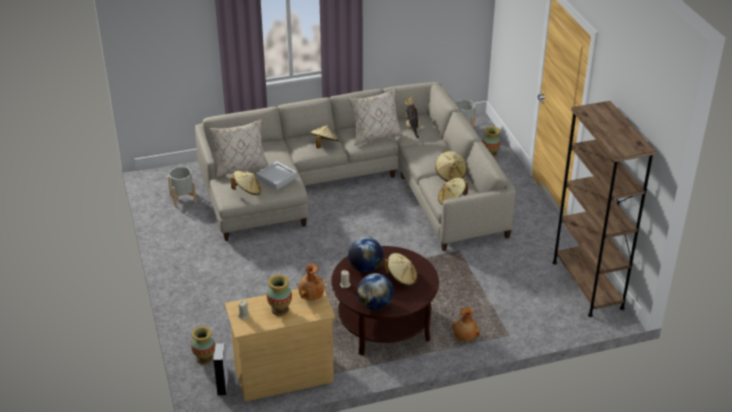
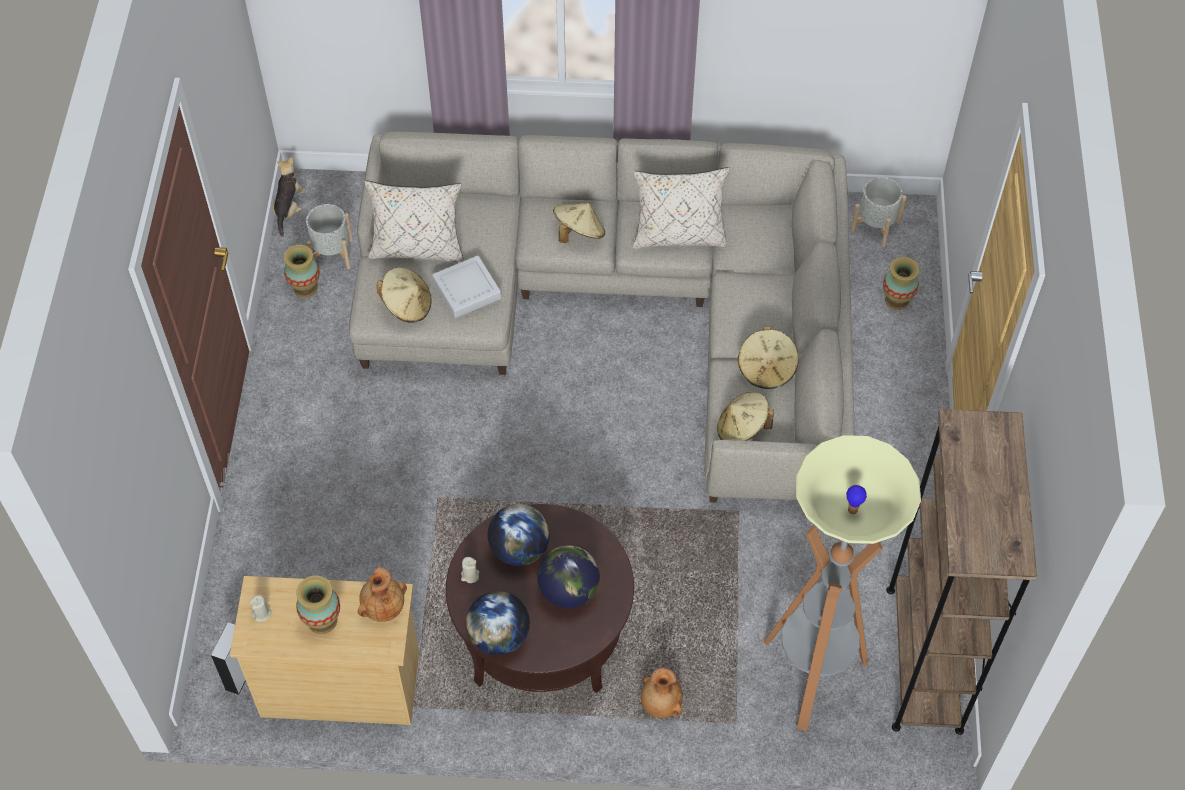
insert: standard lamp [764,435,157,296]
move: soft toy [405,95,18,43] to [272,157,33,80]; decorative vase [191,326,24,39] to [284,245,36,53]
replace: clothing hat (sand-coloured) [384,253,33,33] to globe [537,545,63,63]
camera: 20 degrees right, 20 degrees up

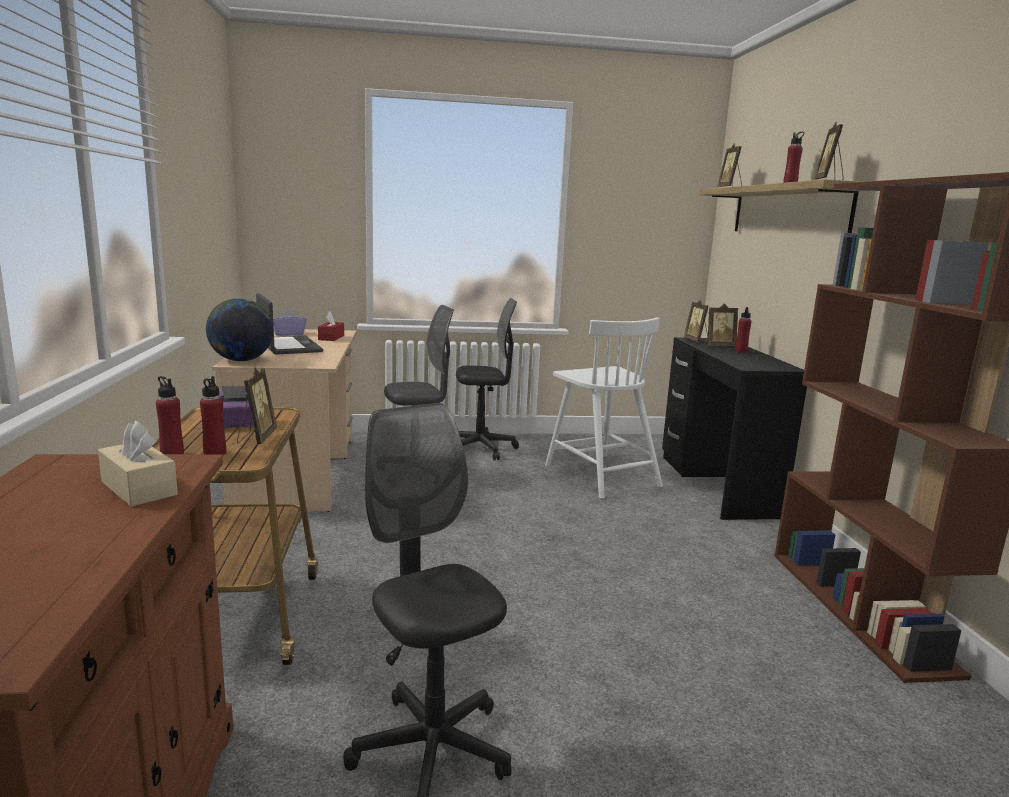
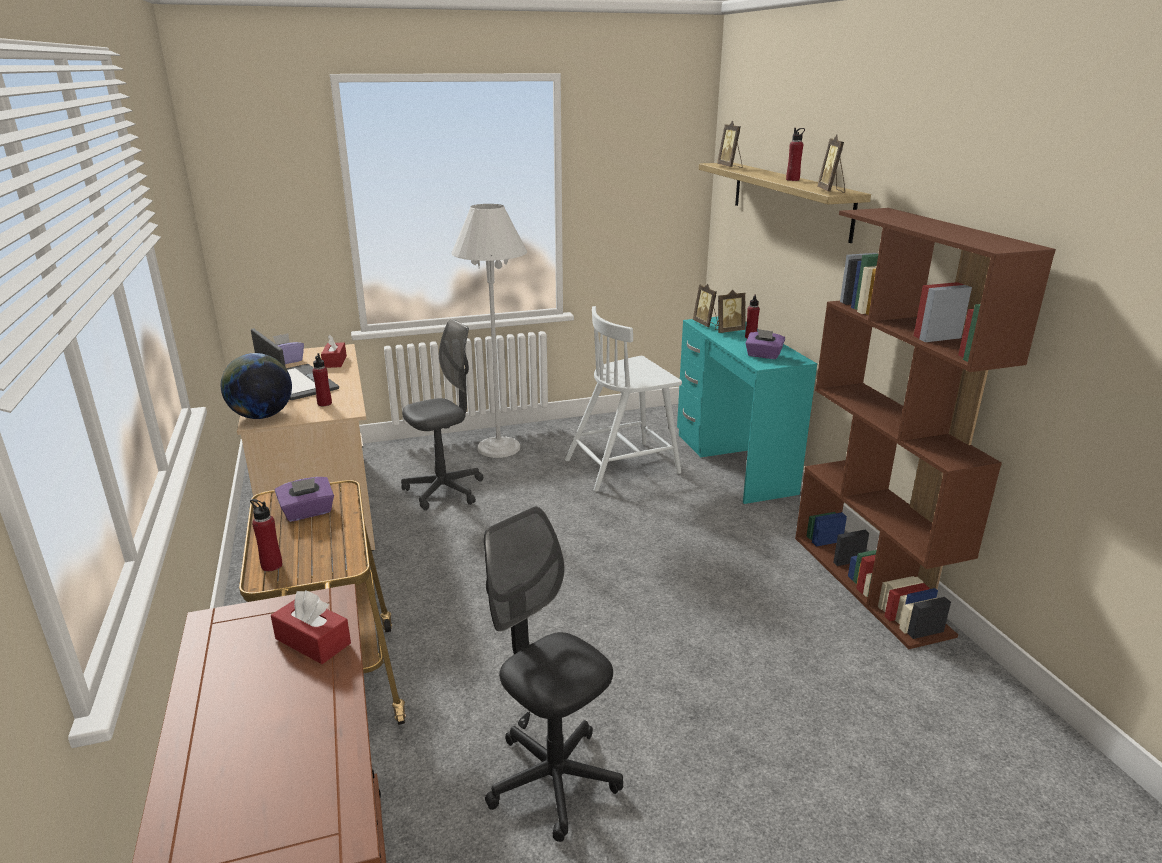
delete: photo frame [237,367,40,77]
insert: tissue holder (purple-coloured) [745,329,40,30]
move: beverage bottle (red-coloured) [200,376,26,79] to [312,353,20,53]
replace: desk chair (black) [456,298,63,163] to standard lamp (white-coloured) [451,204,76,254]
recolor: desk unit (black) [662,337,145,183] to desk unit (blue-green) [677,317,140,187]; tissue holder (sand-coloured) [98,421,80,86] to tissue holder (red-coloured) [271,590,80,74]
rotate: upright chair (white-coloured) [545,317,118,182] = [565,306,117,186] 105 degrees clockwise
camera: 10 degrees left, 10 degrees up

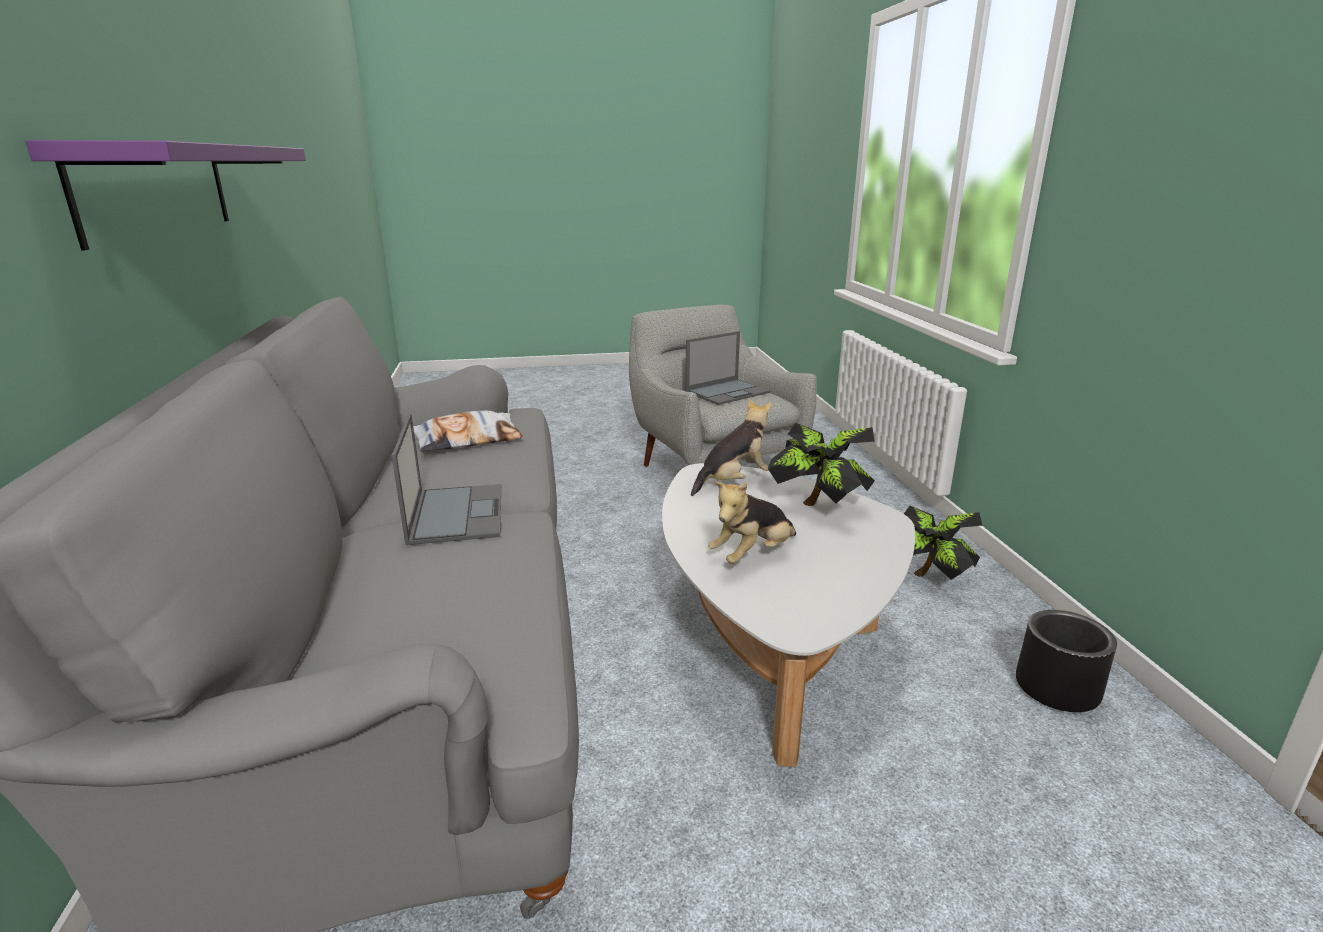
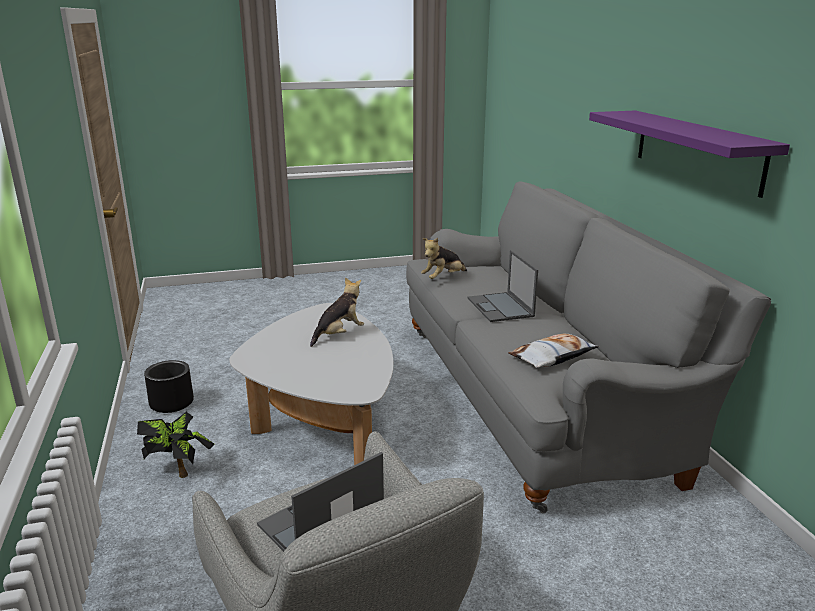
delete: plant in a pot [768,423,107,83]
move: soft toy [691,398,81,98] to [421,238,46,41]
camera: 175 degrees right, 0 degrees up

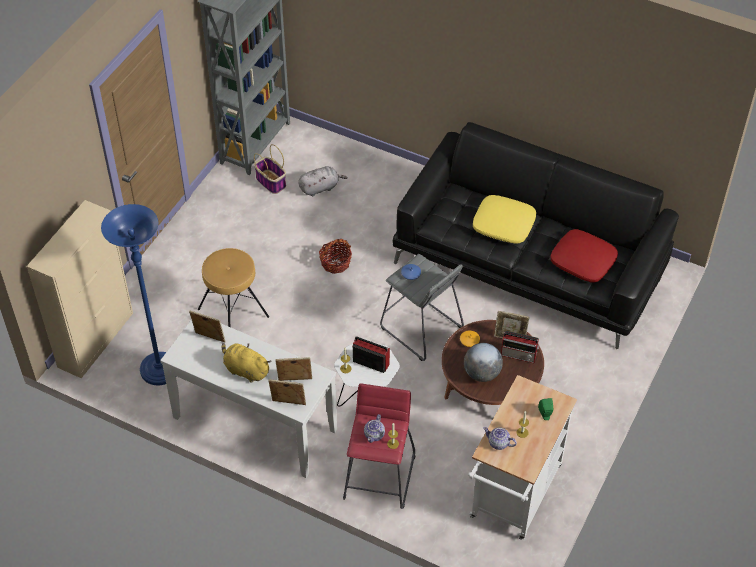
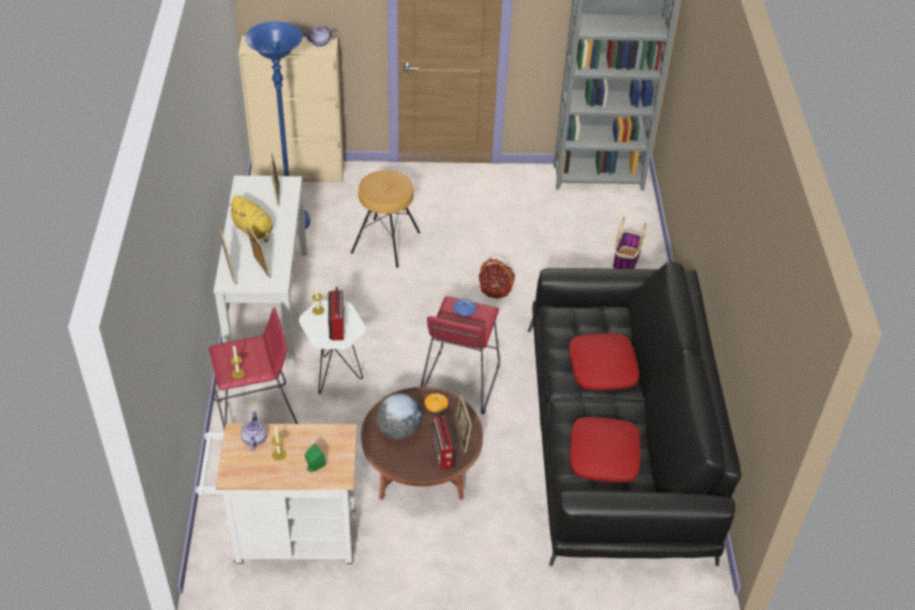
delete: soft toy (gray) [298,166,50,30]
move: household basket [254,144,32,50] to [613,217,33,52]; pot for tea [364,414,21,29] to [303,26,33,21]
recolor: cushion (yellow) [473,195,63,49] to cushion (red-coloured) [569,333,70,57]; stool (gray) [380,254,84,107] to stool (red-coloured) [420,296,80,118]
rotate: soft toy (yellow) [222,343,49,40] = [227,195,46,47] 135 degrees clockwise
camera: 60 degrees right, 5 degrees down

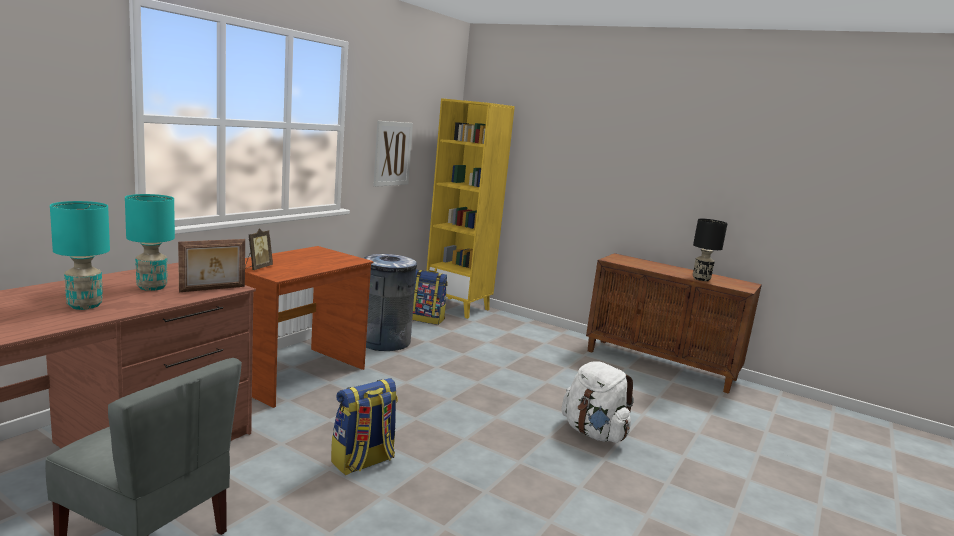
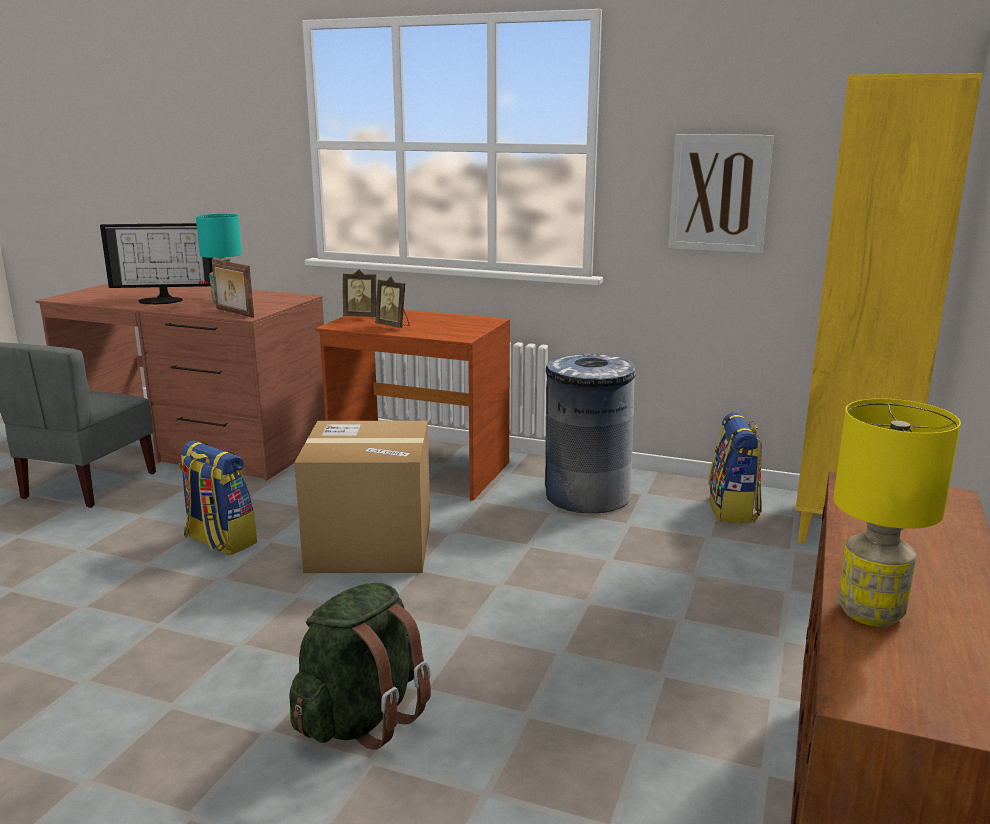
insert: photo frame [375,276,34,52]; carton [294,421,136,152]
replace: table lamp (blue-green) [50,201,60,109] to computer display [100,223,113,82]
recolor: table lamp (black) [693,219,35,62] to table lamp (yellow) [833,398,128,229]; rucksack (white-coloured) [561,361,73,82] to rucksack (greenish) [289,583,142,167]
camera: 80 degrees right, 5 degrees up

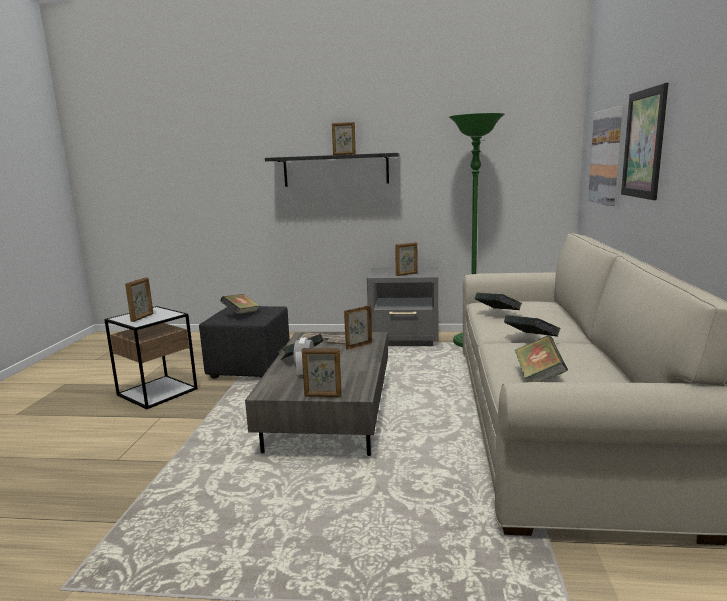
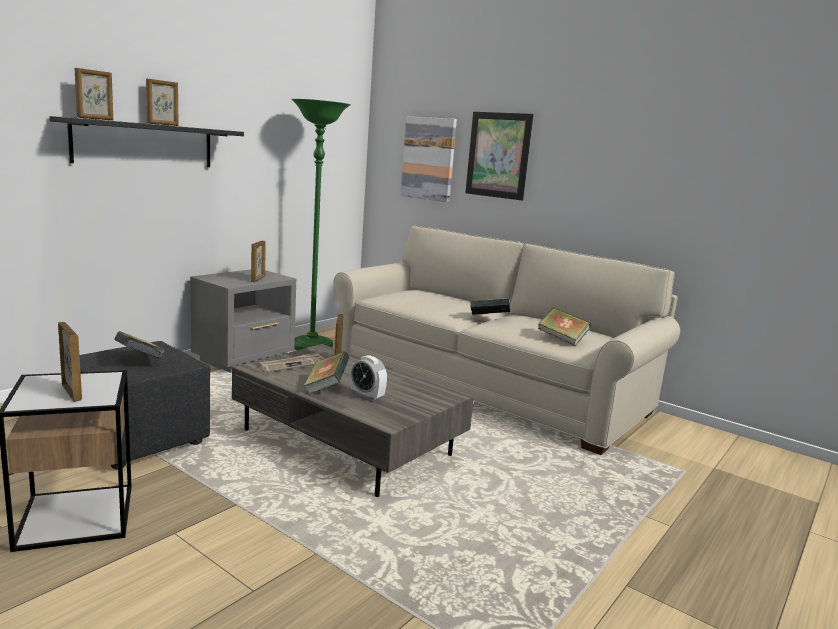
delete: bound book [475,292,47,18]
move: photo frame [302,348,40,49] to [75,68,38,52]
camera: 60 degrees left, 0 degrees up

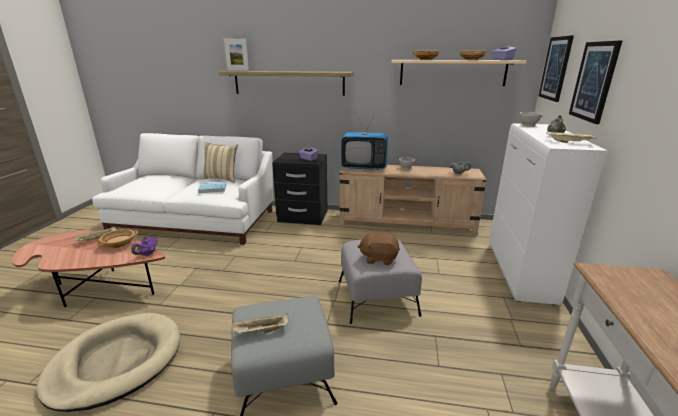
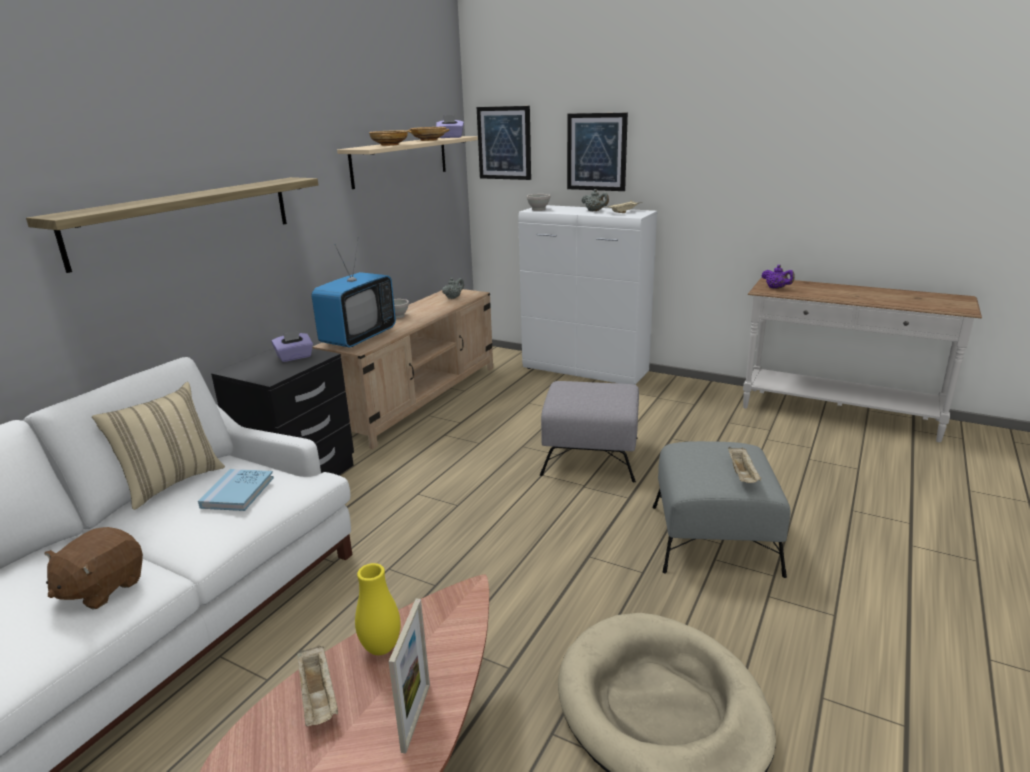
move: photo frame [223,38,26,33] to [389,598,41,155]; soft toy (brown-coloured) [357,230,43,35] to [45,527,98,82]; pot for tea (purple-coloured) [131,237,28,19] to [761,265,34,24]
replace: deep dish (sand-coloured) [96,229,42,19] to decorative vase (yellow) [355,563,46,92]
camera: 70 degrees left, 0 degrees up

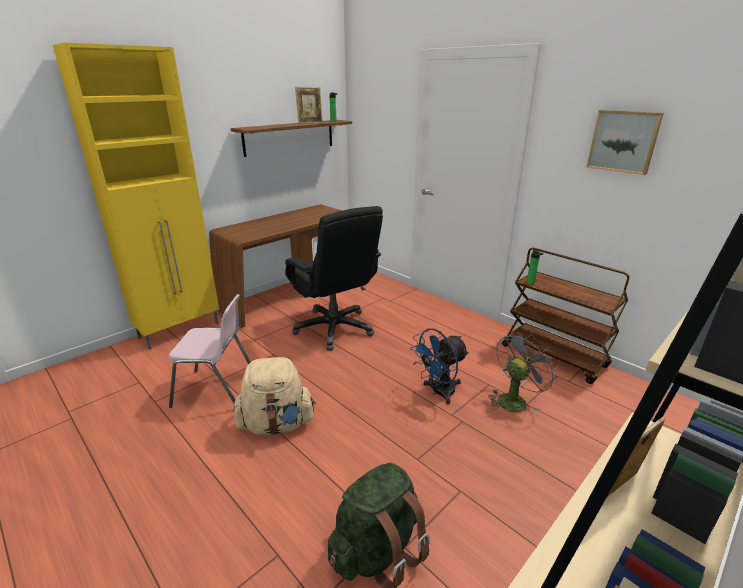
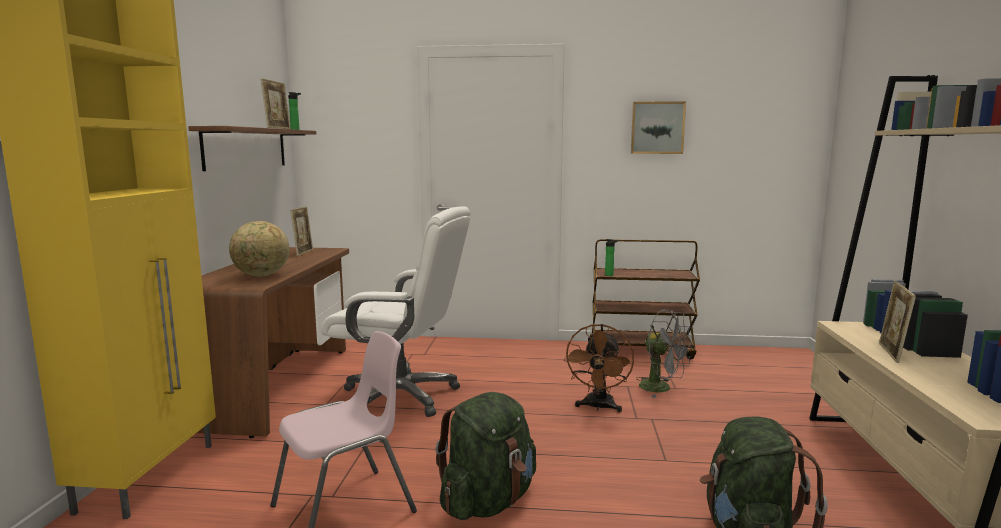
insert: photo frame [290,207,23,49]; globe [229,221,61,56]
recolor: desk chair (black) [285,206,98,145] to desk chair (white-coloured) [321,206,150,211]; cooling fan (bluish) [410,328,59,76] to cooling fan (brown-coloured) [564,324,70,88]; rucksack (sand-coloured) [233,357,83,78] to rucksack (greenish) [435,392,101,128]
rotate: cooling fan (gray) [488,331,71,81] = [636,309,57,89] 120 degrees clockwise
camera: 40 degrees left, 15 degrees down

